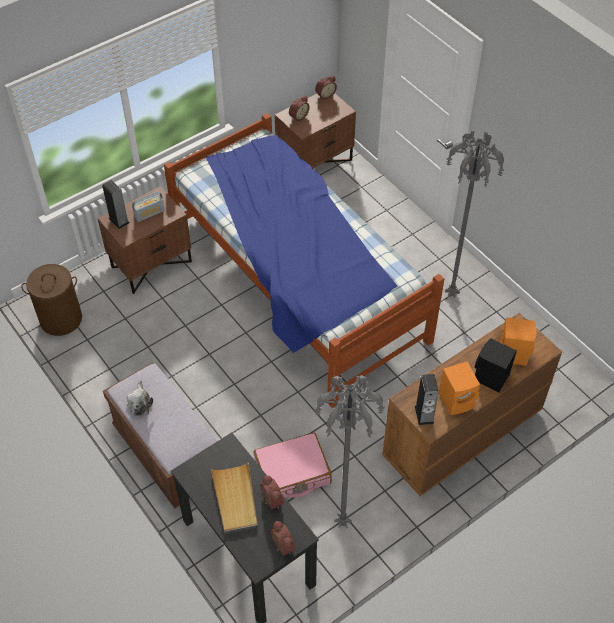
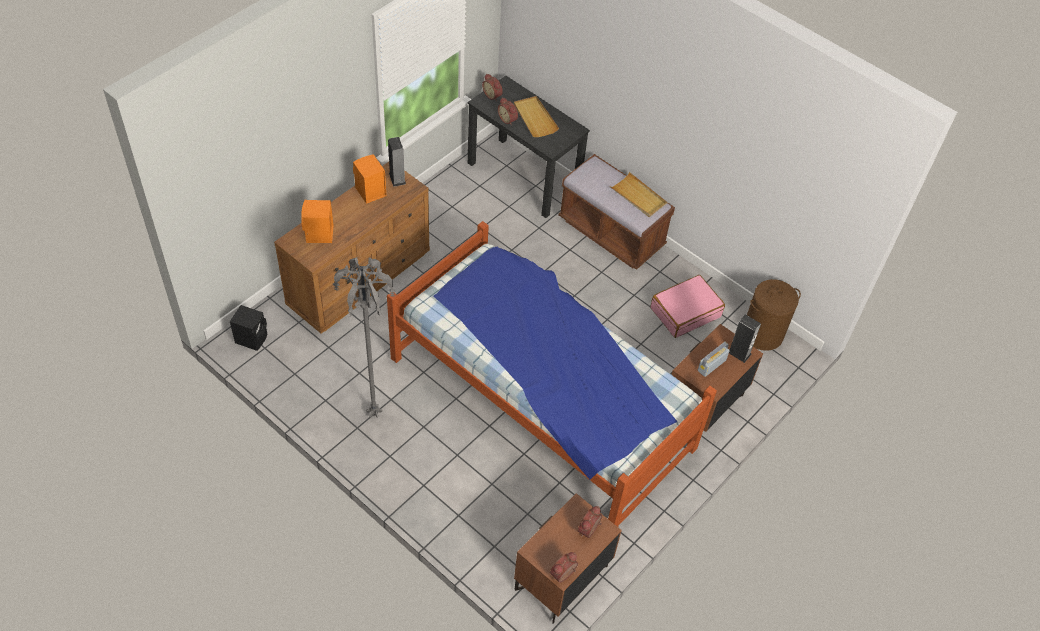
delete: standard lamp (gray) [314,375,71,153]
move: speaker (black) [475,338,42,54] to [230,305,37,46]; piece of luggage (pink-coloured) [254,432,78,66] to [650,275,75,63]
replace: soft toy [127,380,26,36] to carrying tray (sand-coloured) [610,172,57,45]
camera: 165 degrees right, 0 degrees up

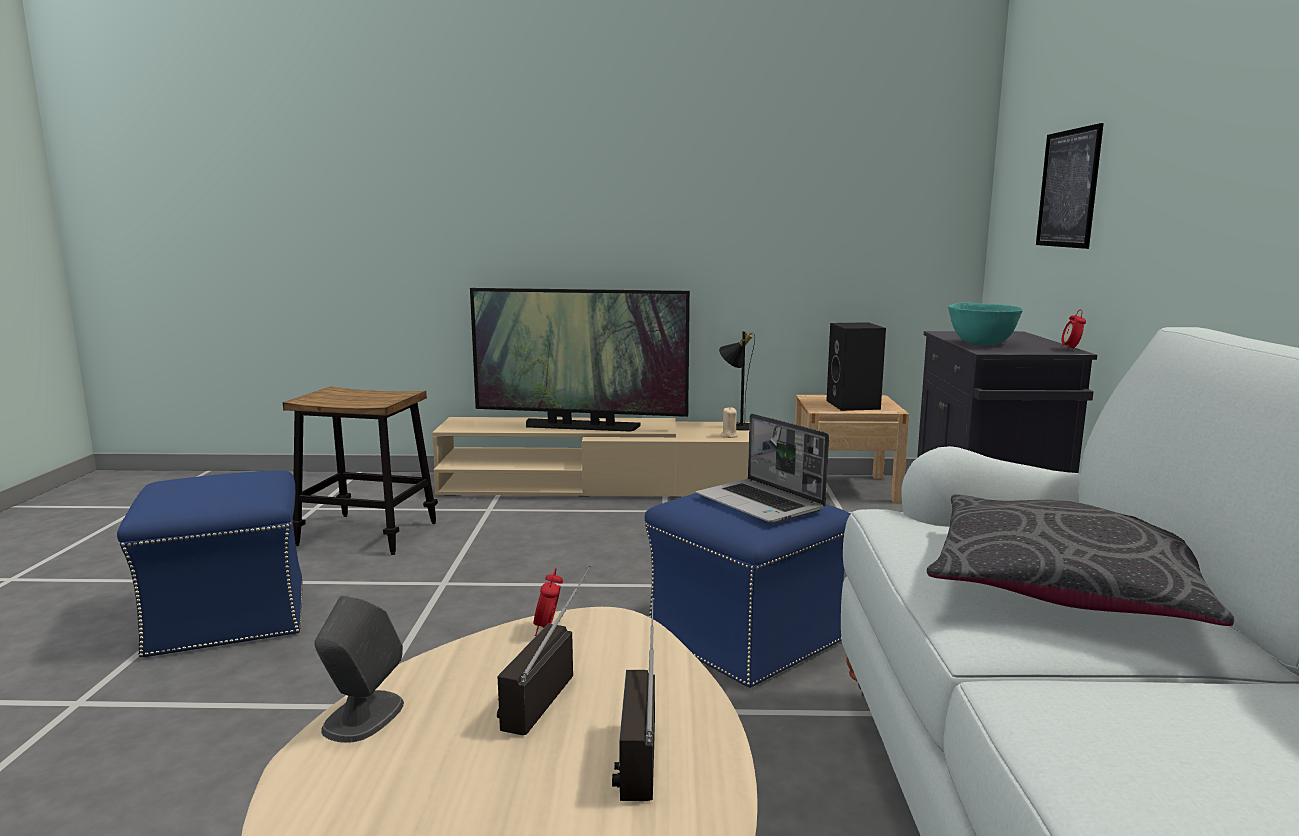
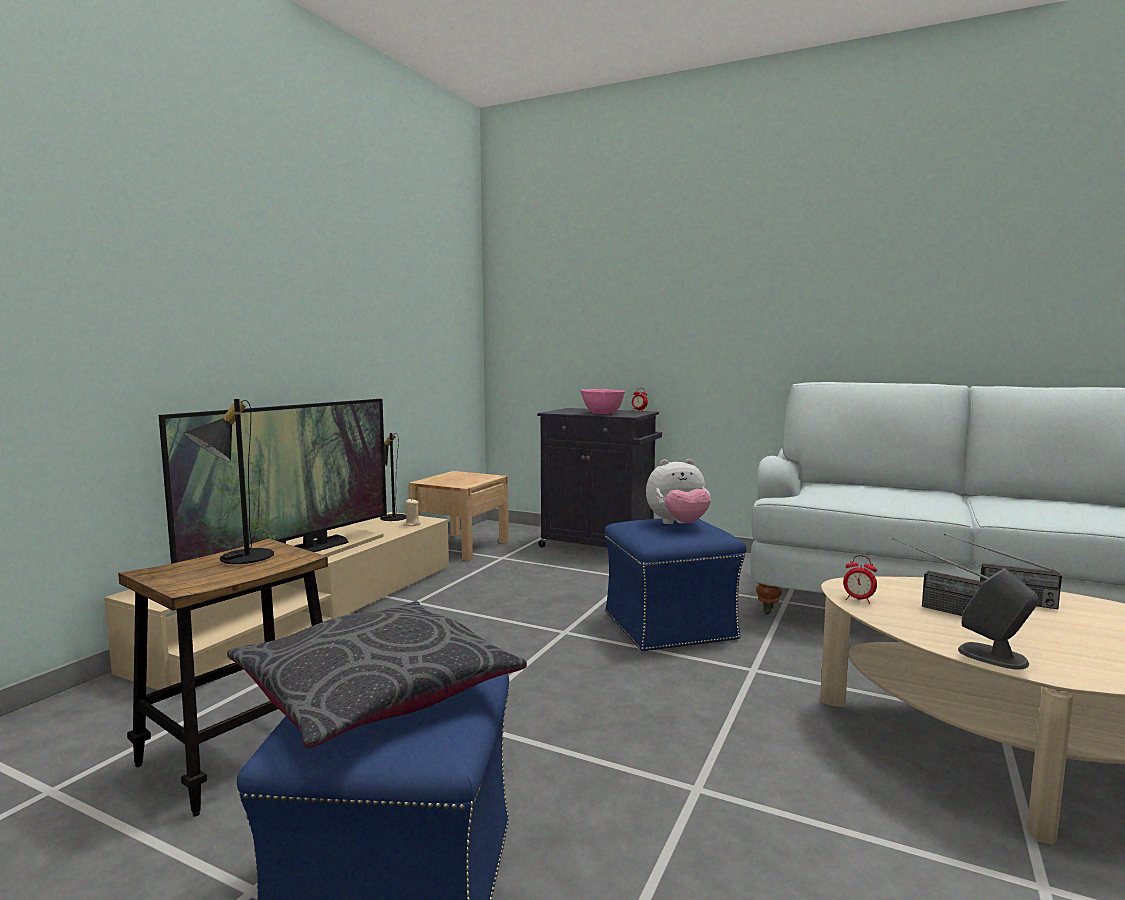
delete: wall picture [1036,123,68,126]; speaker (black) [826,322,60,89]
insert: table lamp (black) [183,399,91,165]
move: cushion (gray) [927,494,308,132] to [227,601,300,147]
replace: notebook computer [696,413,133,110] to soft toy [646,459,65,65]
recolor: deep dish (blue-green) [948,302,75,43] to deep dish (pink-coloured) [581,389,44,25]
camera: 65 degrees left, 5 degrees down

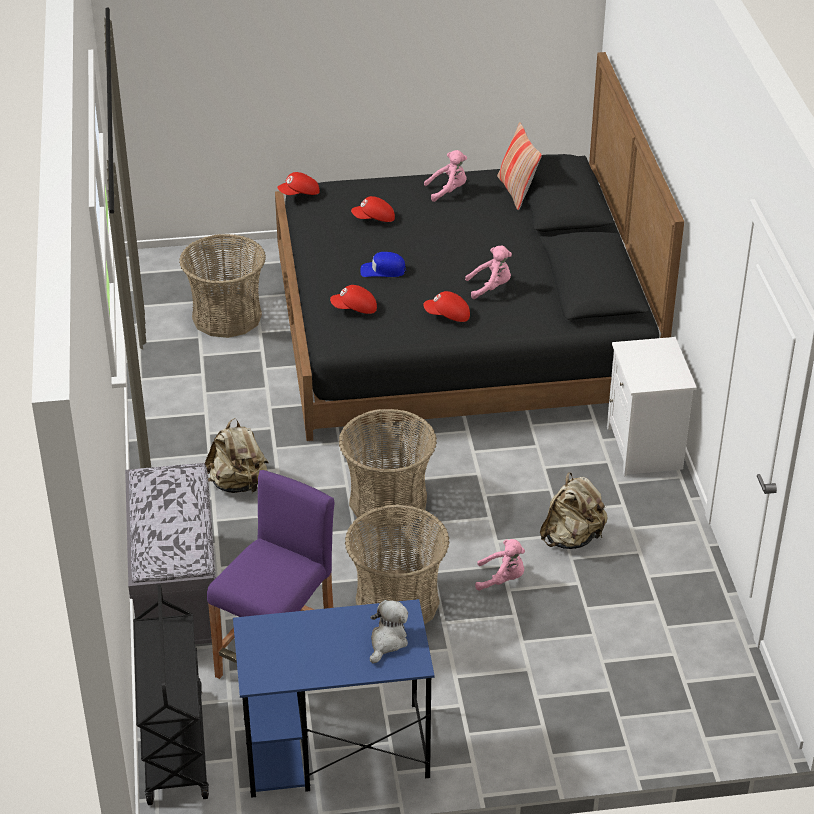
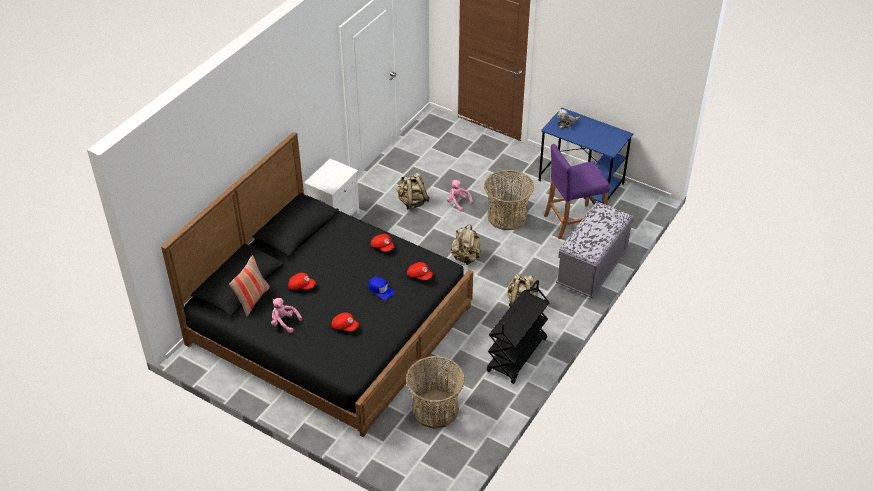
delete: soft toy (pink-coloured) [465,246,47,53]
move: baseball cap (red-coloured) [277,172,43,23] to [288,273,28,17]; cart (black) [133,584,76,221] to [487,280,63,104]
replace: household basket [339,409,98,119] to rucksack (sand-coloured) [451,225,30,40]
camera: 140 degrees left, 5 degrees up

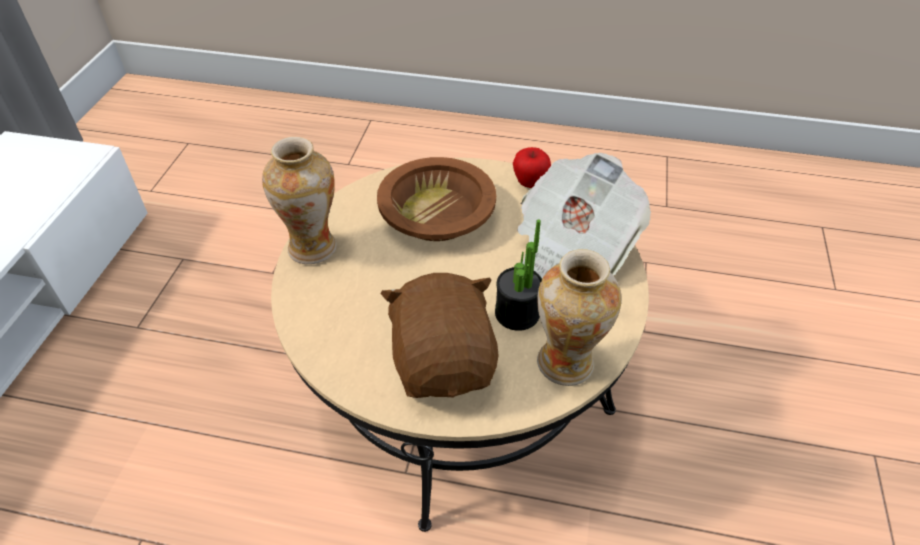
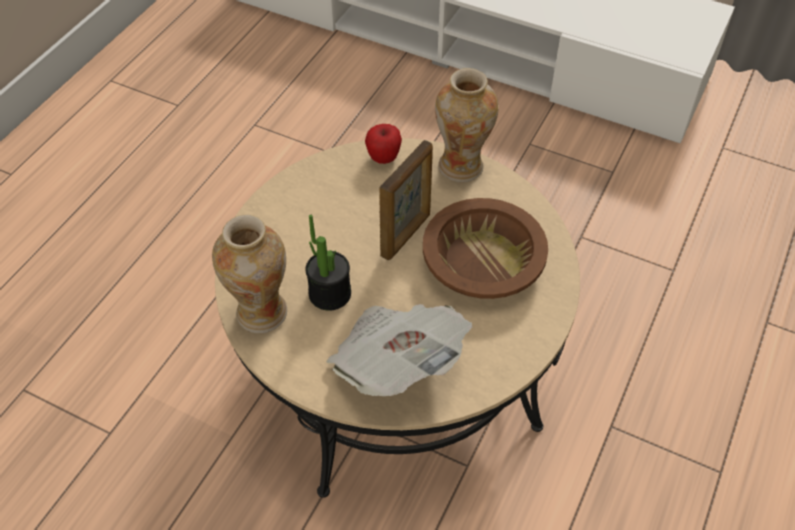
delete: soft toy (brown-coloured) [380,273,119,125]
insert: photo frame [379,140,54,120]
move: apple [513,147,38,41] to [365,124,37,40]
camera: 105 degrees right, 5 degrees up

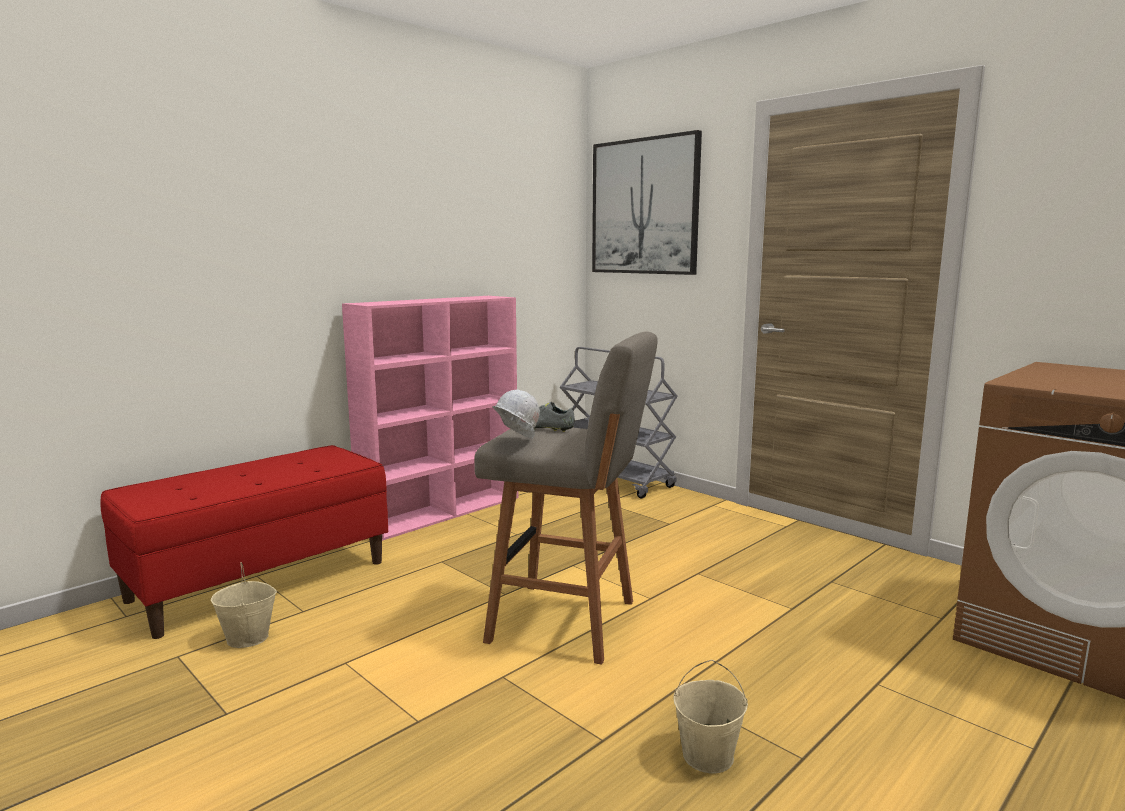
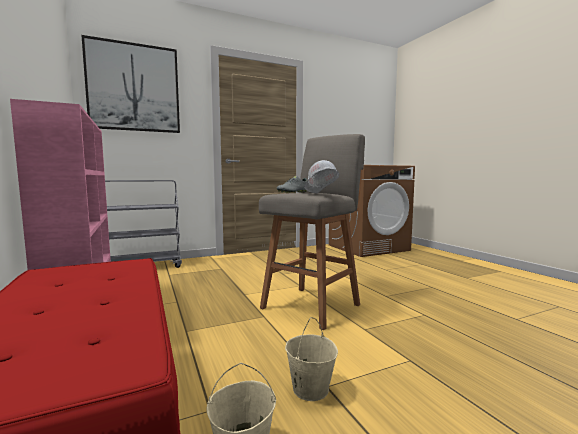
move: water bucket (sand-coloured) [673,660,75,114] to [285,317,53,84]
camera: 70 degrees left, 5 degrees down

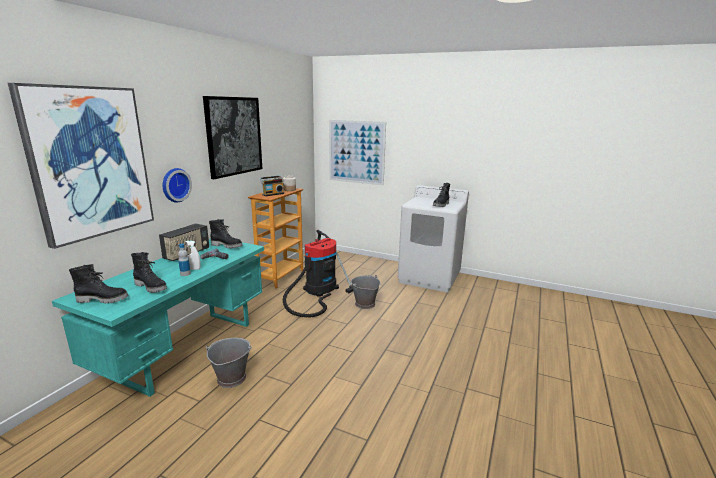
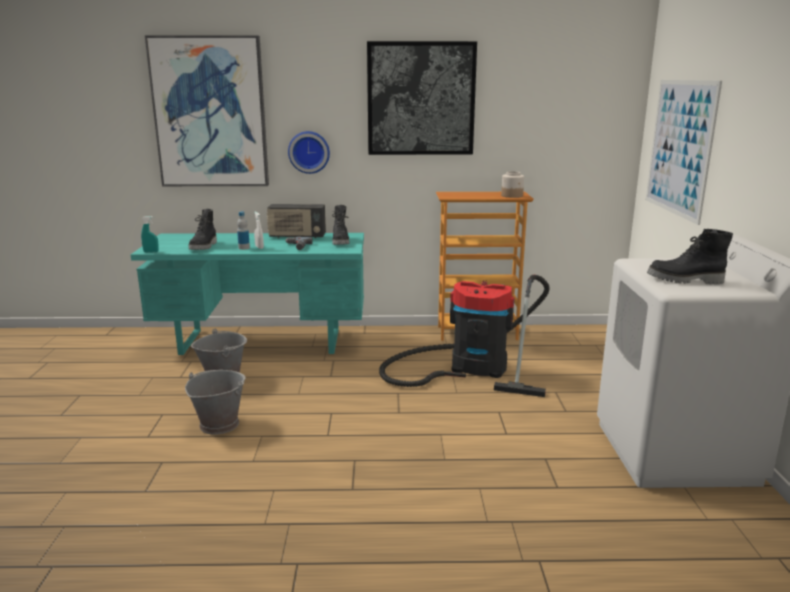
delete: radio [260,175,24,21]; high-top boot (black) [69,264,60,40]
insert: sprayer (blue-green) [141,216,18,37]
move: water bucket (gray) [350,275,30,34] to [185,370,61,65]
camera: 65 degrees right, 0 degrees up

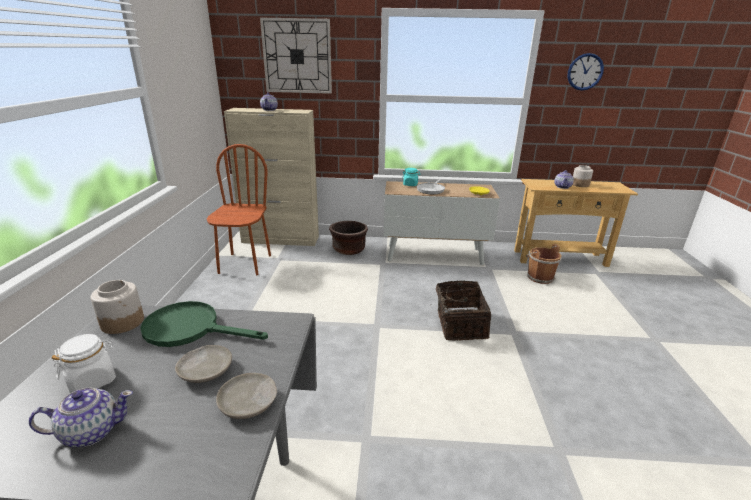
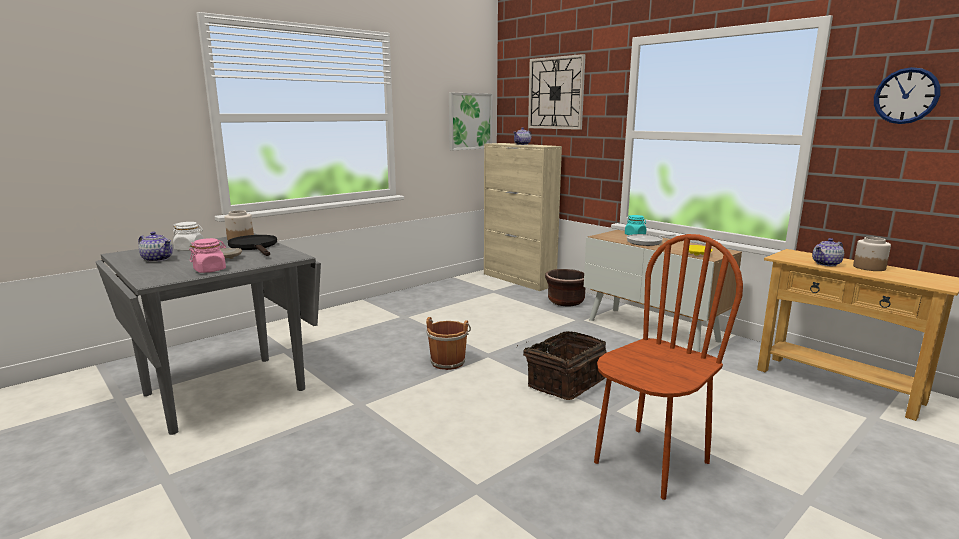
insert: wall picture [449,93,44,57]
move: upright chair (brown-coloured) [207,144,64,131] to [594,234,149,266]; water bucket (brown-coloured) [526,244,36,40] to [426,317,45,53]
replace: plate (sand-coloured) [216,373,61,46] to preserve jar (pink-coloured) [189,238,37,35]
recolor: pan (greenish) [140,301,128,46] to pan (black) [228,235,49,21]
camera: 45 degrees right, 10 degrees down

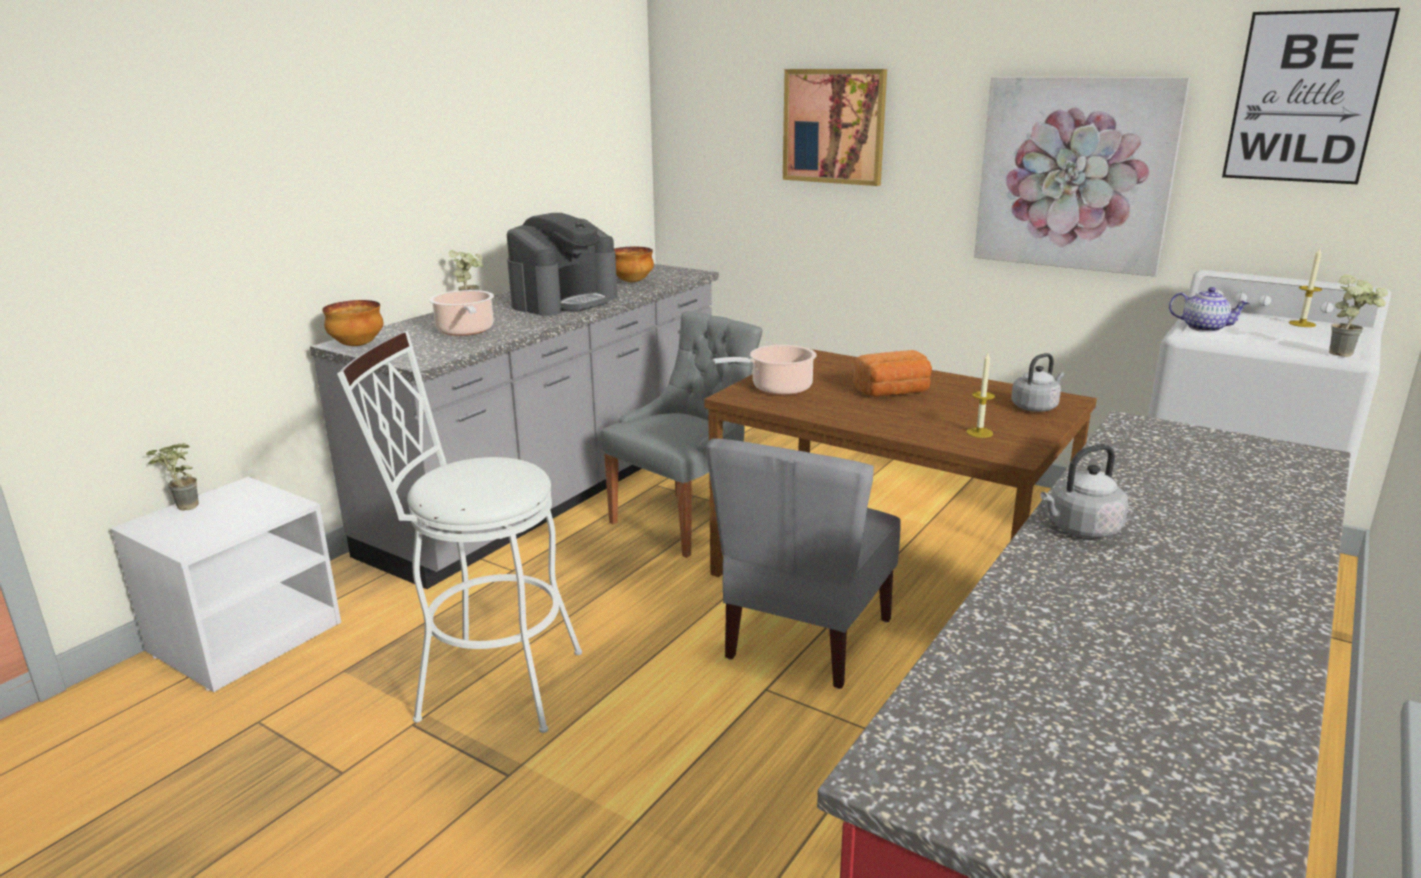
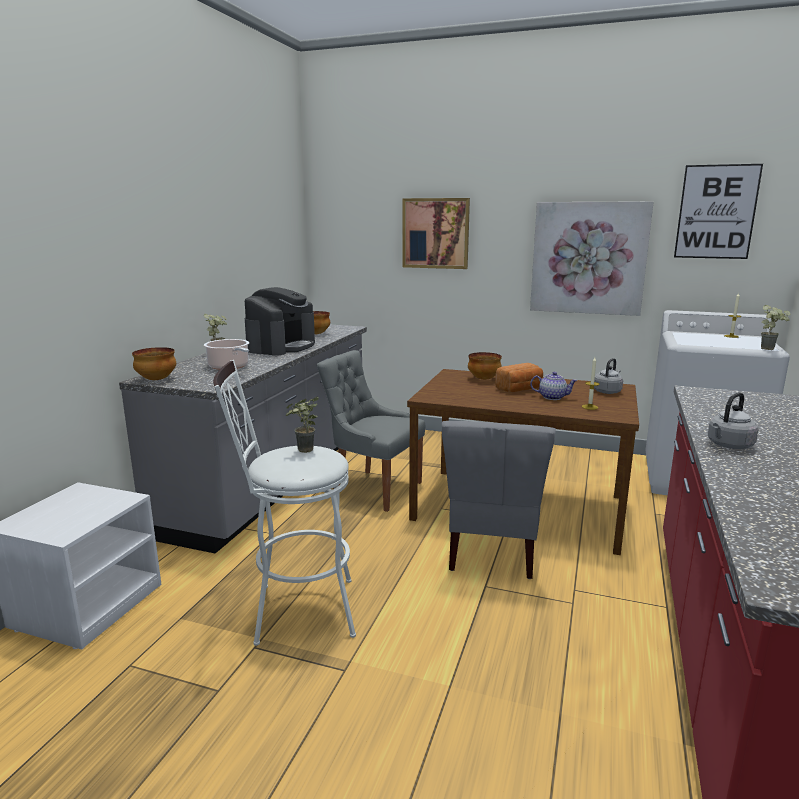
delete: stockpot [713,345,104,50]
insert: deep dish [468,352,34,28]
move: pot for tea [1169,287,82,45] to [530,372,48,28]; plant in a pot [146,443,53,68] to [286,396,33,57]
rotate: upright chair (gray) [600,311,162,247] = [317,350,108,162] 90 degrees counterclockwise
camera: 15 degrees left, 5 degrees down

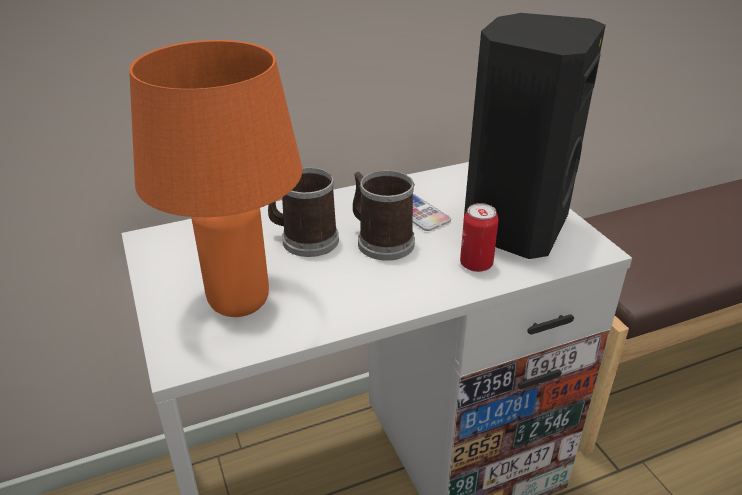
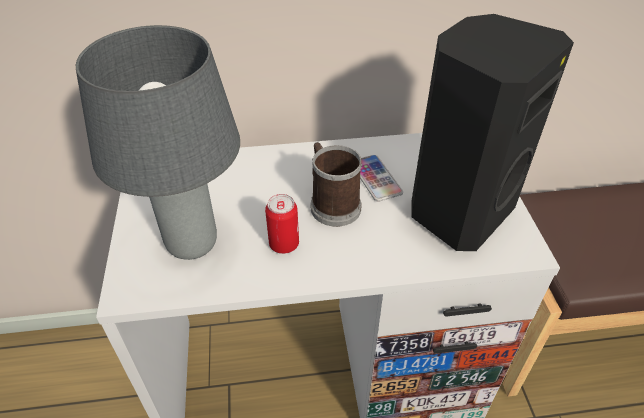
delete: tea mug [268,168,71,89]
move: can [460,203,39,69] to [265,194,34,60]
recolor: table lamp (orange-coloured) [129,40,173,277] to table lamp (gray) [76,25,164,235]
camera: 15 degrees right, 10 degrees up

